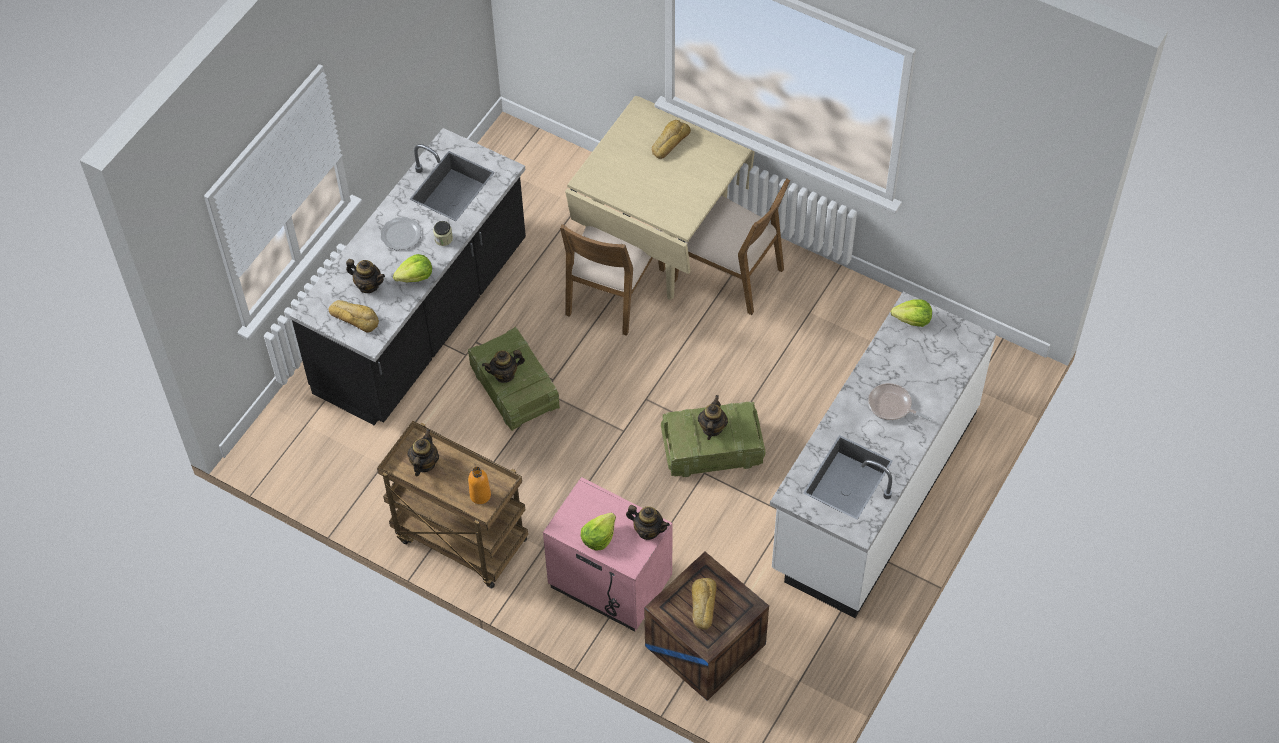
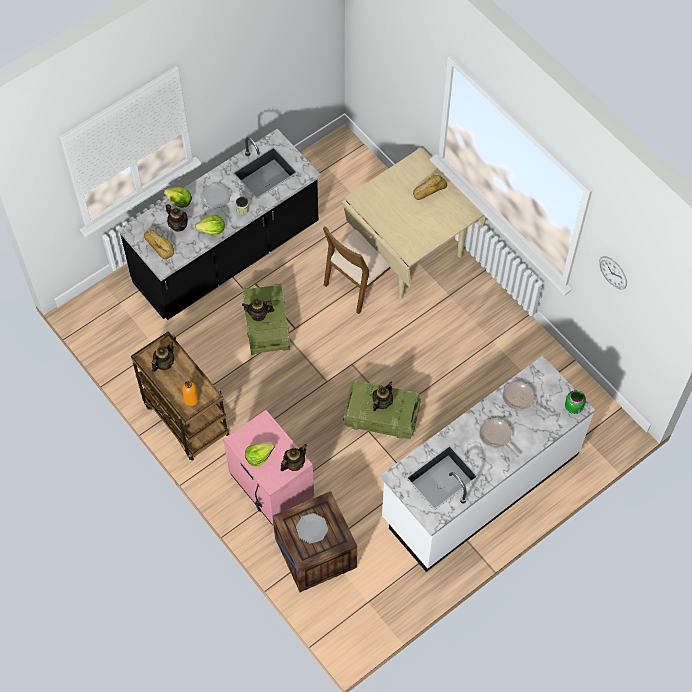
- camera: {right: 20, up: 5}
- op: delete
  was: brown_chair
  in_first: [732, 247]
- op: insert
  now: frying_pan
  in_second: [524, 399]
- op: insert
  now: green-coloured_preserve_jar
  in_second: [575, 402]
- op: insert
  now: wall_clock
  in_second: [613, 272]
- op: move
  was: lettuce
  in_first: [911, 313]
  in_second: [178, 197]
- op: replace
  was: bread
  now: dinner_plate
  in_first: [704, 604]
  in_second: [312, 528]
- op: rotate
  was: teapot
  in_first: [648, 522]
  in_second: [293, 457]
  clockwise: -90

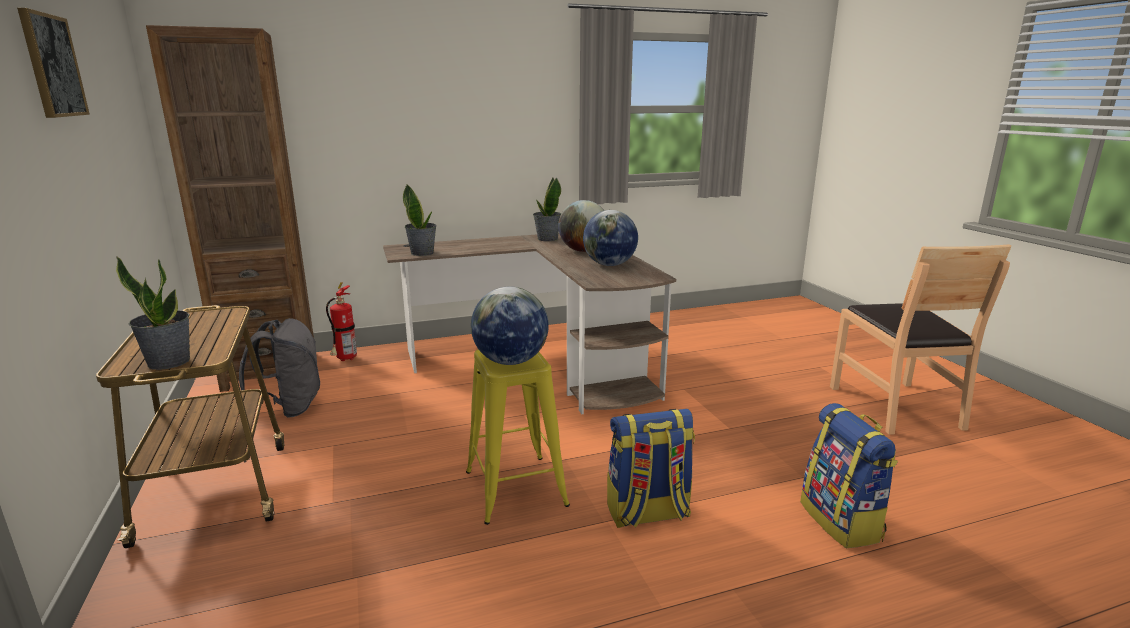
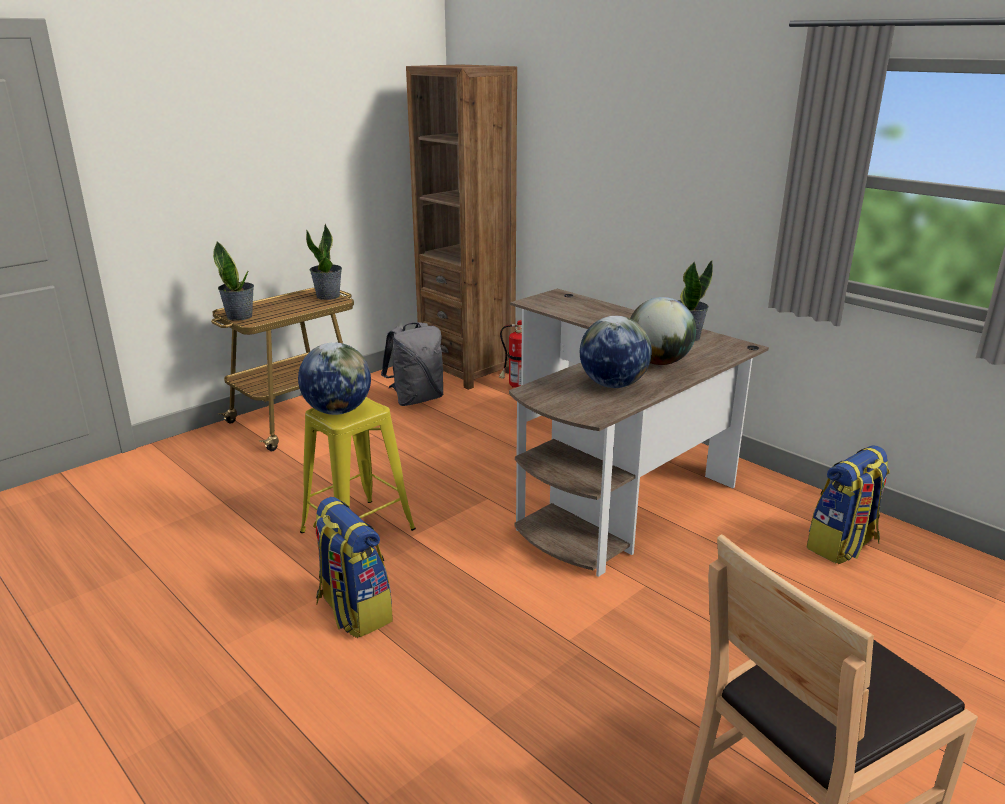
- camera: {right: 65, up: 5}
- op: delete
  was: wall_picture
  in_first: [53, 63]
- op: move
  was: plant_in_a_pot
  in_first: [420, 220]
  in_second: [324, 262]
- op: move
  was: backpack
  in_first: [849, 475]
  in_second: [848, 504]

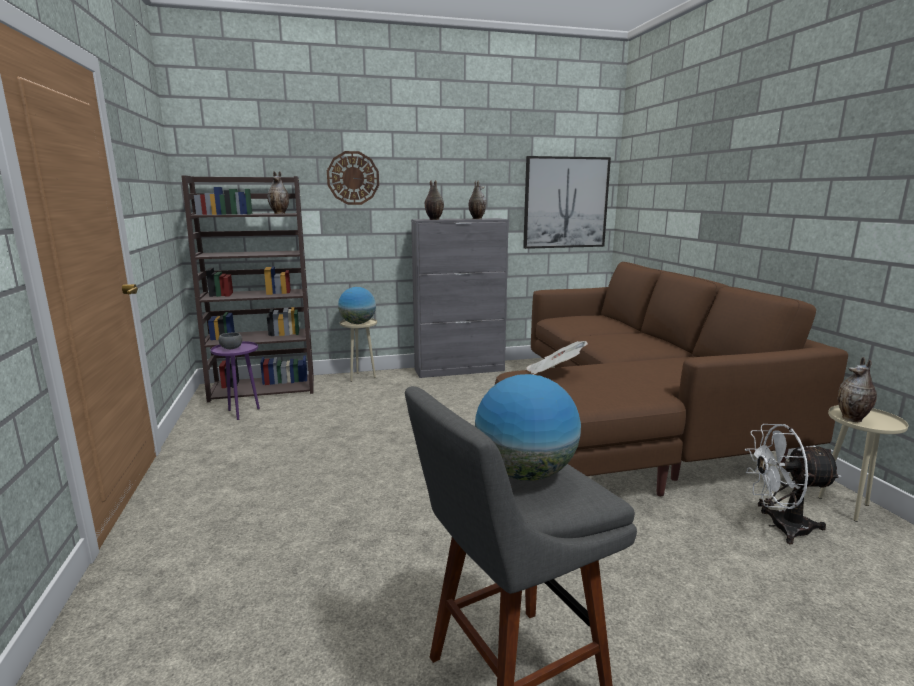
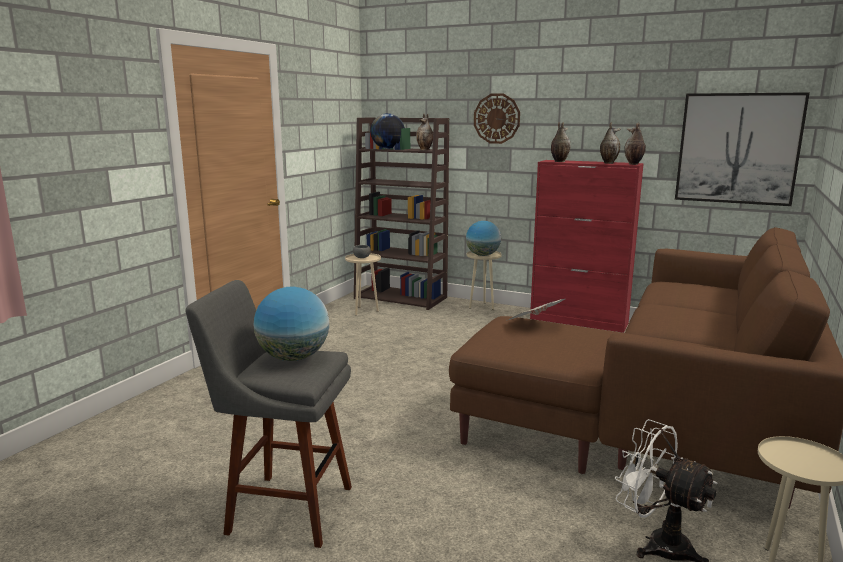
- camera: {right: 40, up: 0}
- op: insert
  now: globe
  in_second: [387, 131]
- op: move
  was: vase
  in_first: [857, 389]
  in_second: [635, 144]
- op: recolor
  was: purple-coloured_end_table
  now: sand-coloured_end_table
  in_first: [235, 380]
  in_second: [363, 284]
- op: recolor
  was: greyish_storage_cabinet
  now: red-coloured_storage_cabinet
  in_first: [460, 298]
  in_second: [587, 246]

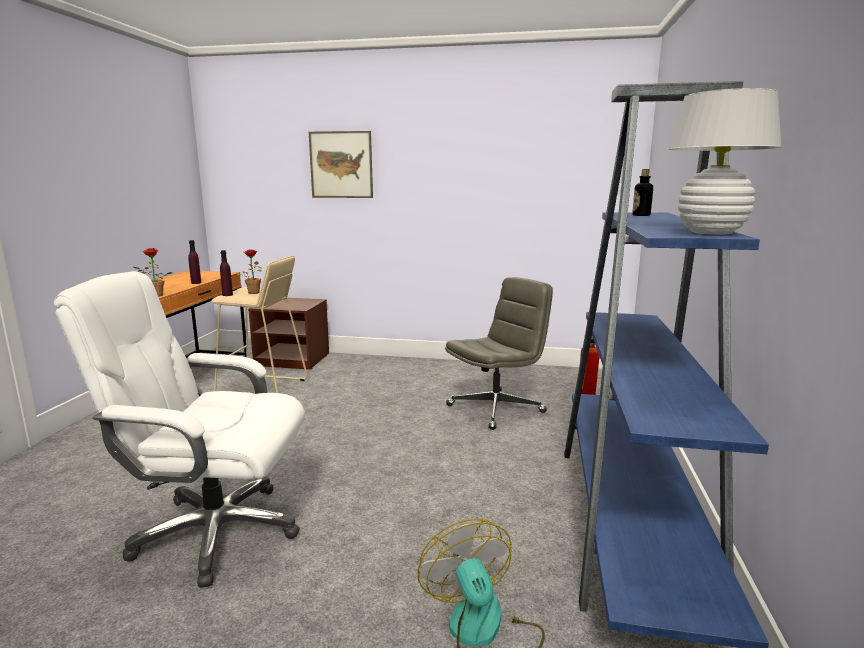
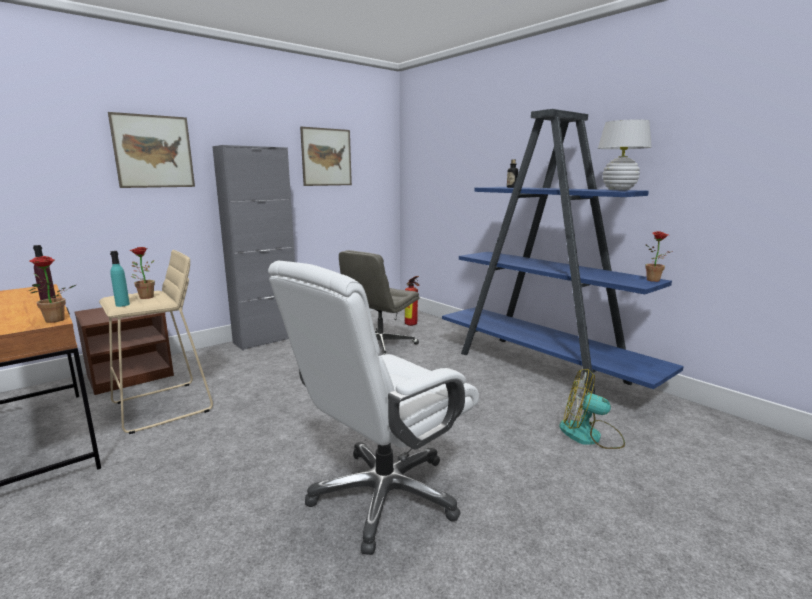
- camera: {right: -50, up: 0}
- op: insert
  now: greyish_storage_cabinet
  in_second: [253, 247]
- op: insert
  now: wall_picture
  in_second: [326, 156]
- op: insert
  now: plant_in_a_pot
  in_second: [658, 256]
- op: recolor
  was: purple-coloured_drink_bottle
  now: blue-green_drink_bottle
  in_first: [226, 273]
  in_second: [120, 279]
- op: rotate
  was: greyish_computer_chair
  in_first: [499, 353]
  in_second: [379, 302]
  clockwise: -150

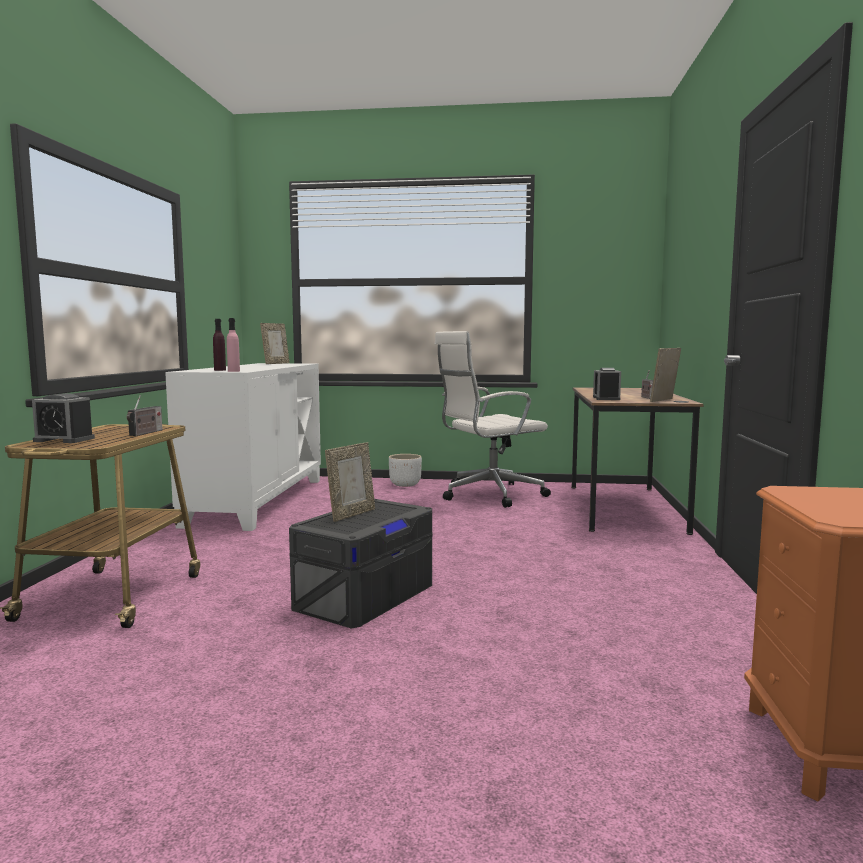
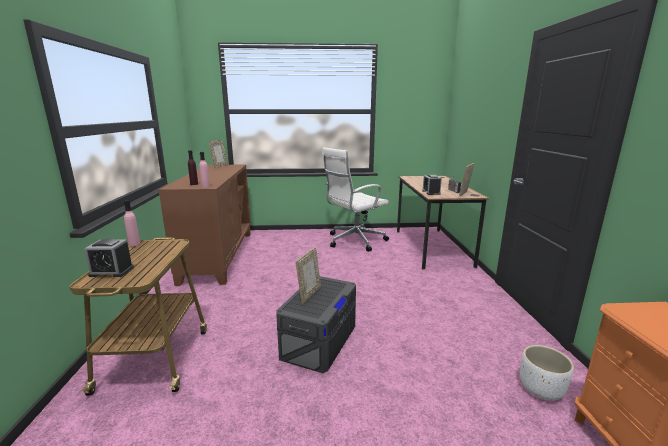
- camera: {right: -10, up: 10}
- op: delete
  was: radio_set
  in_first: [145, 415]
- op: insert
  now: pink-coloured_drink_bottle
  in_second: [132, 223]
- op: move
  was: white-coloured_flower_pot
  in_first: [405, 470]
  in_second: [547, 372]
- op: recolor
  was: white-coloured_storage_cabinet
  now: brown_storage_cabinet
  in_first: [243, 447]
  in_second: [205, 225]

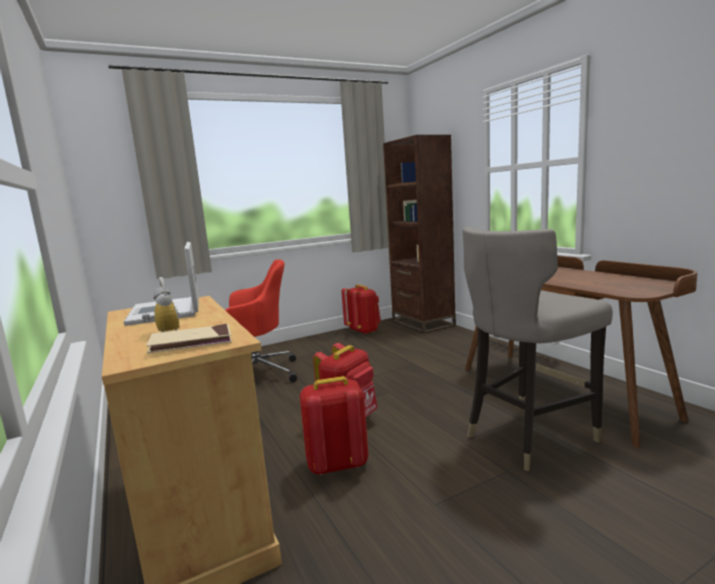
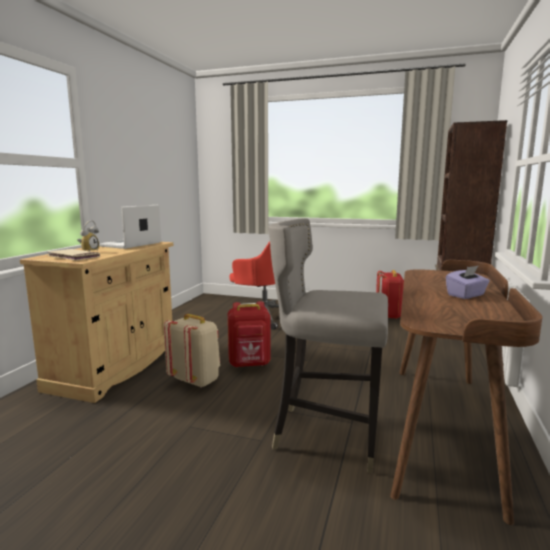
- camera: {right: 45, up: 0}
- op: insert
  now: purple-coloured_tissue_holder
  in_second: [468, 282]
- op: recolor
  was: red-coloured_backpack
  now: sand-coloured_backpack
  in_first: [334, 425]
  in_second: [192, 351]

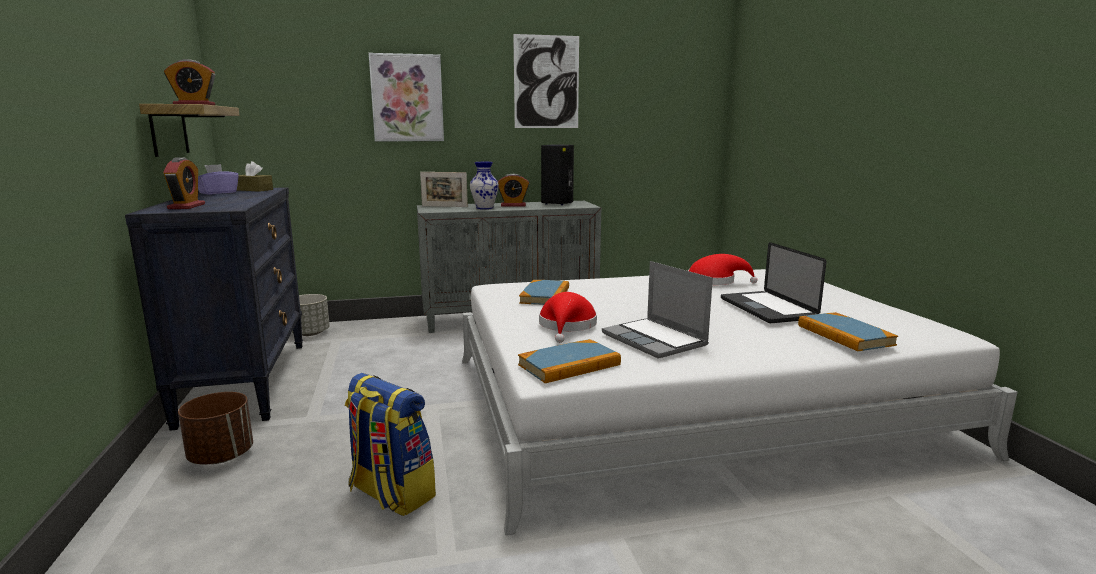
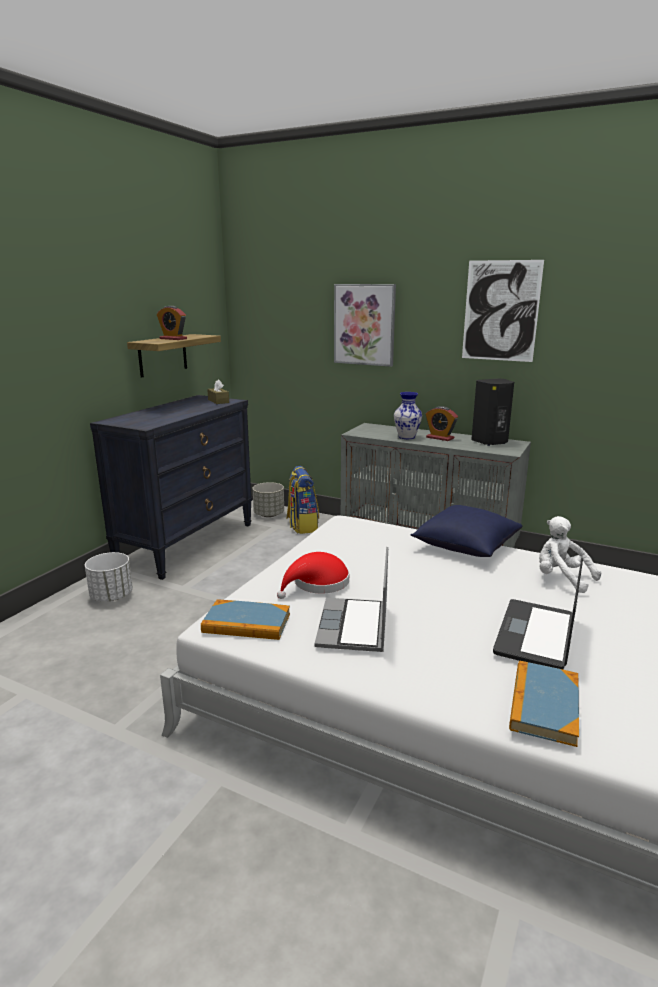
- camera: {right: 40, up: 5}
- op: delete
  was: alarm_clock
  in_first: [184, 183]
- op: delete
  was: purple-coloured_tissue_holder
  in_first: [218, 179]
- op: delete
  was: picture_frame
  in_first: [444, 189]
- op: delete
  was: book
  in_first: [544, 292]
- op: insert
  now: bluish_throw_pillow
  in_second: [466, 531]
- op: move
  was: backpack
  in_first: [390, 444]
  in_second: [303, 500]
- op: replace
  was: red-coloured_hat
  now: white-coloured_plush_toy
  in_first: [722, 269]
  in_second: [570, 554]
- op: recolor
  was: brown_flower_pot
  now: white-coloured_flower_pot
  in_first: [215, 428]
  in_second: [109, 576]

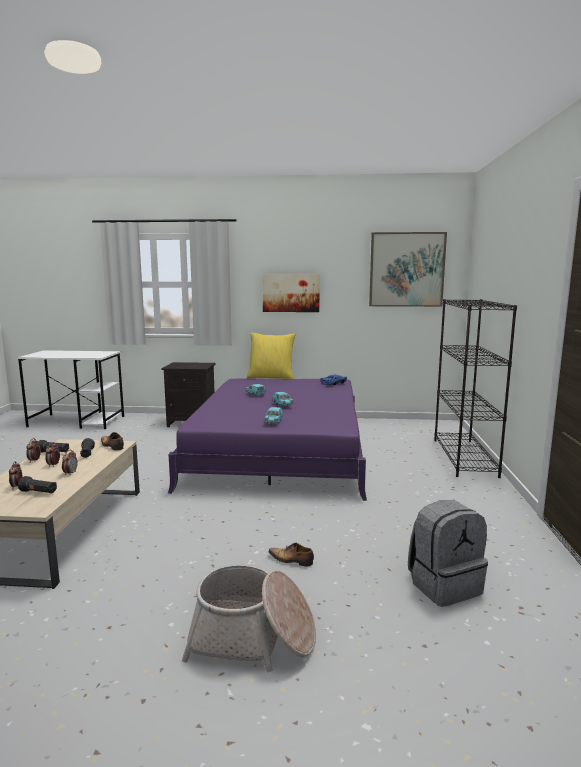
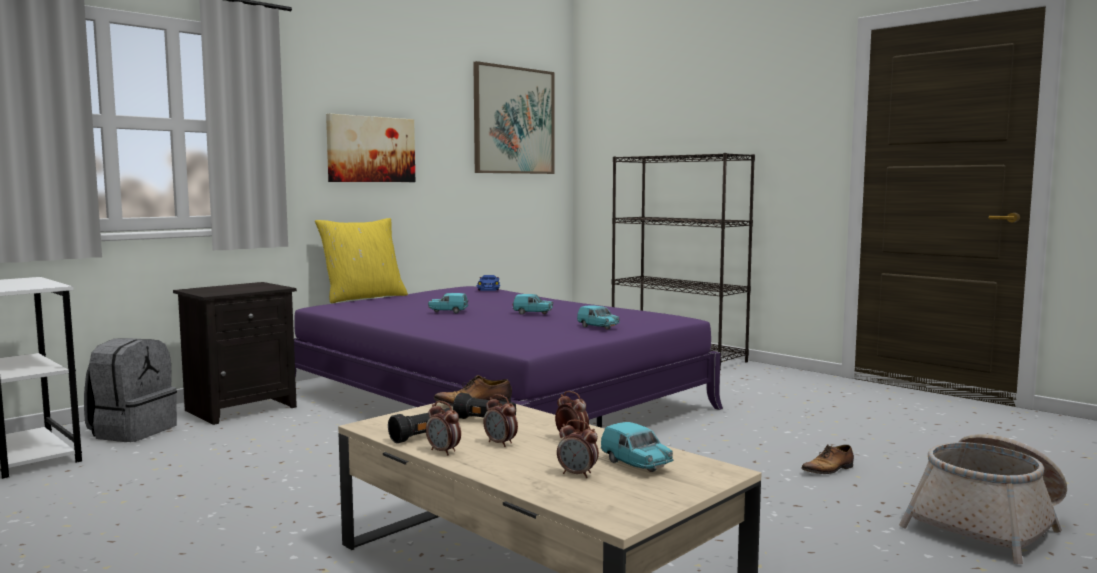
- camera: {right: -50, up: -5}
- op: move
  was: greyish_backpack
  in_first: [448, 553]
  in_second: [130, 390]
- op: replace
  was: black-coloured_torch
  now: blue-green_model_car
  in_first: [37, 484]
  in_second: [637, 447]

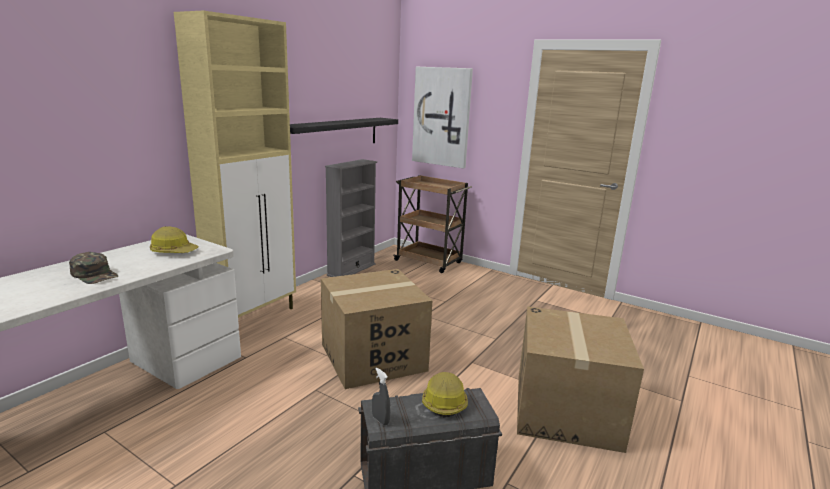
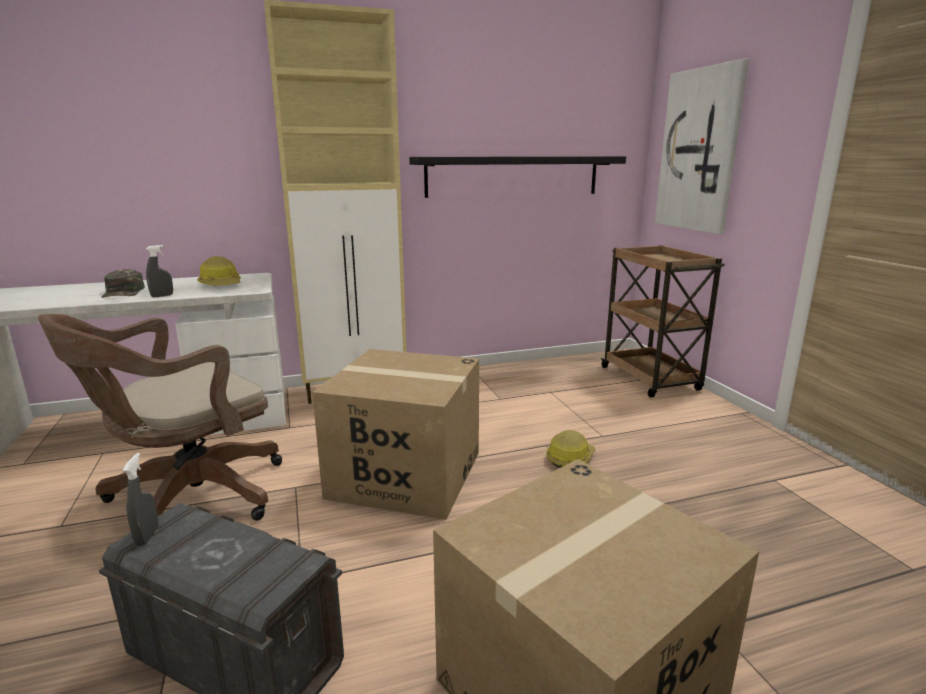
- camera: {right: 40, up: 0}
- op: delete
  was: greyish_shelving_unit
  in_first: [351, 218]
- op: insert
  now: brown_computer_chair
  in_second: [160, 417]
- op: insert
  now: greyish_spray_bottle
  in_second: [159, 271]
- op: move
  was: safety_helmet
  in_first: [445, 394]
  in_second: [571, 449]

